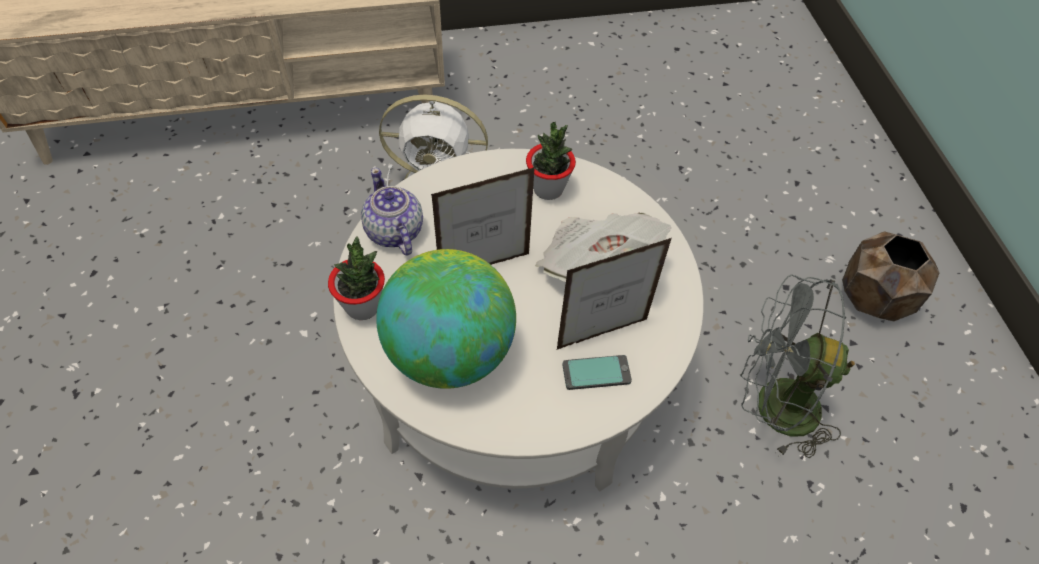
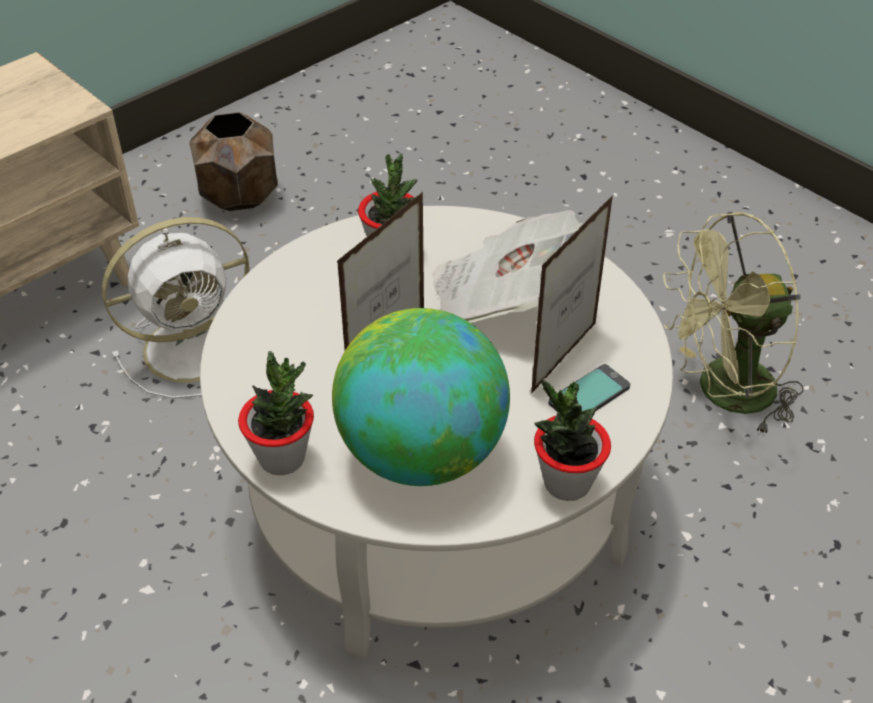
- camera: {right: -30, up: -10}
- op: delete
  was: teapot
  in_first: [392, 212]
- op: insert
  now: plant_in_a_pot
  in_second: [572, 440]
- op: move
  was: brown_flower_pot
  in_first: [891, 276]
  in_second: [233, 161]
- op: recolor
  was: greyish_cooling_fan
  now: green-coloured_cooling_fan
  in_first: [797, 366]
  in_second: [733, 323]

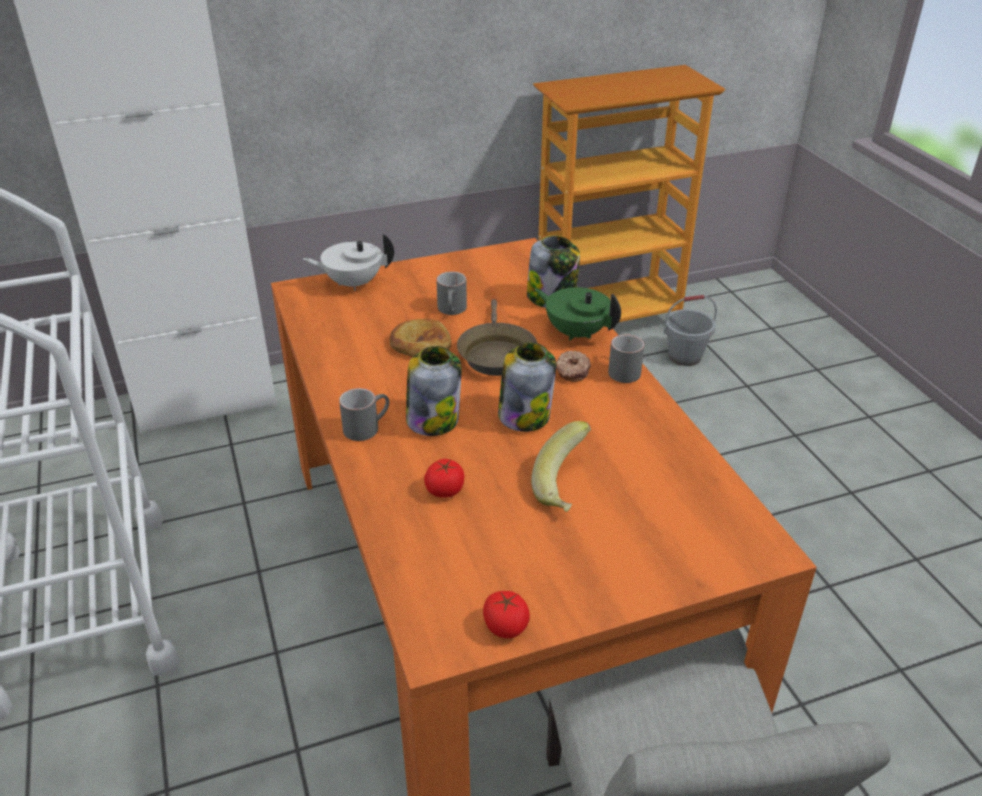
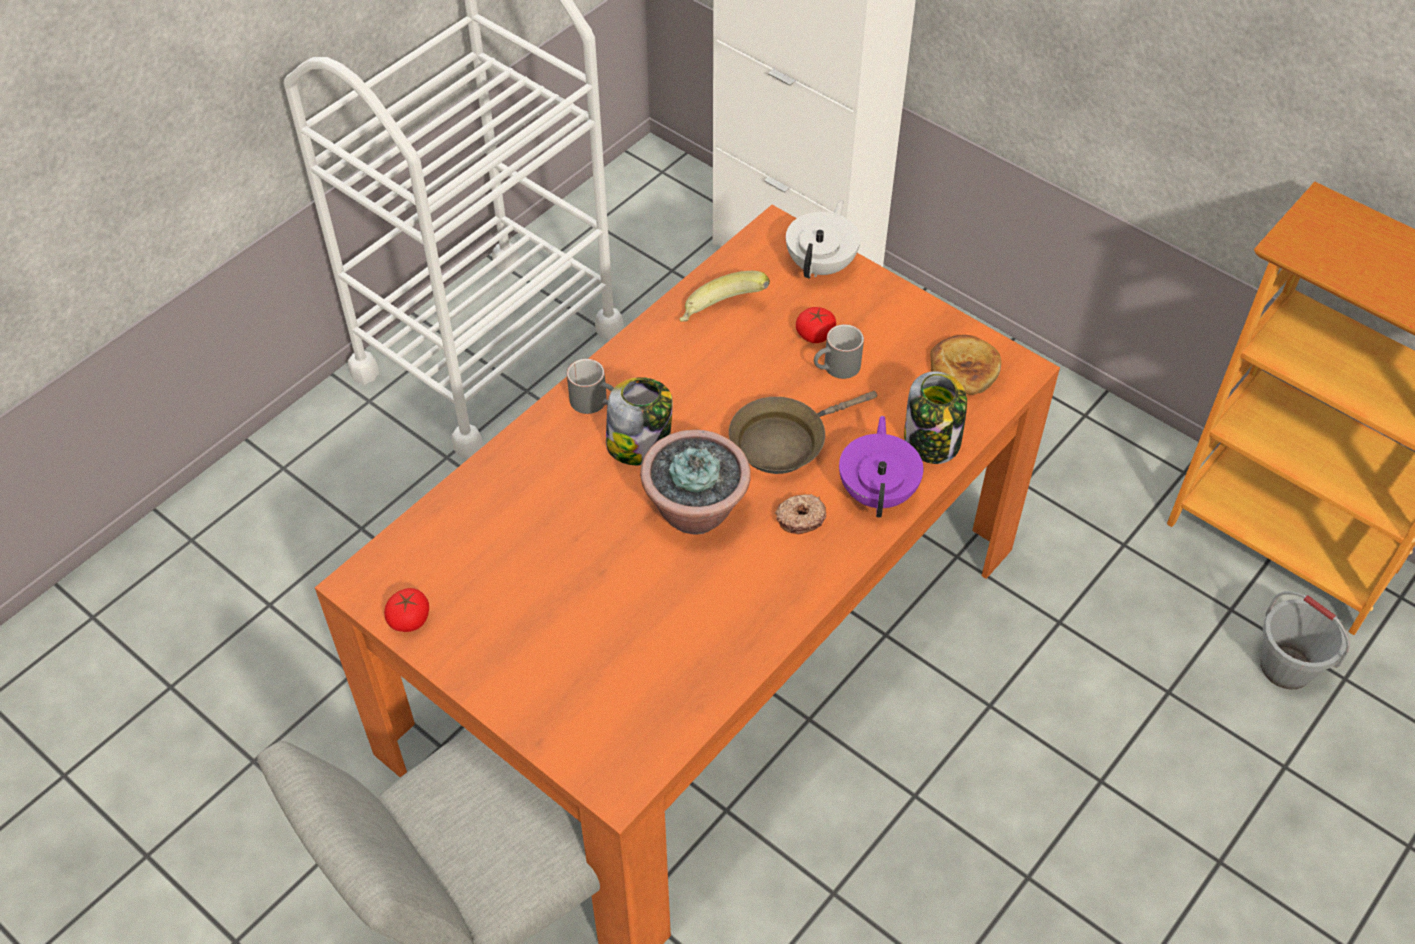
- camera: {right: 60, up: 15}
- op: delete
  was: greyish_coffee_mug
  in_first: [626, 358]
- op: move
  was: bread
  in_first: [420, 338]
  in_second: [965, 365]
- op: move
  was: fresh_tomato
  in_first: [444, 478]
  in_second: [816, 325]
- op: move
  was: banana
  in_first: [561, 466]
  in_second: [724, 296]
- op: replace
  was: preserve_jar
  now: plant_in_a_pot
  in_first: [527, 387]
  in_second: [695, 482]
- op: recolor
  was: green-coloured_teapot
  now: purple-coloured_teapot
  in_first: [578, 314]
  in_second: [881, 467]
- op: rotate
  was: white-coloured_teapot
  in_first: [348, 262]
  in_second: [823, 239]
  clockwise: 60

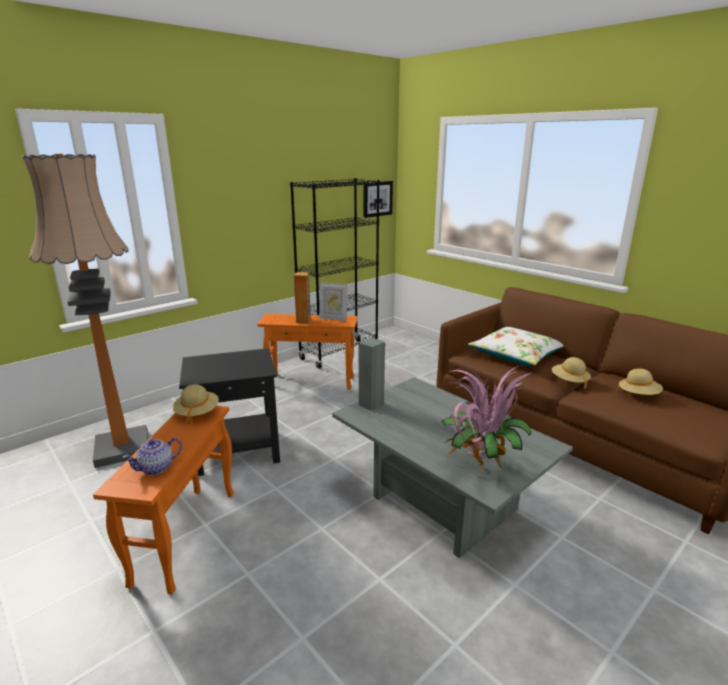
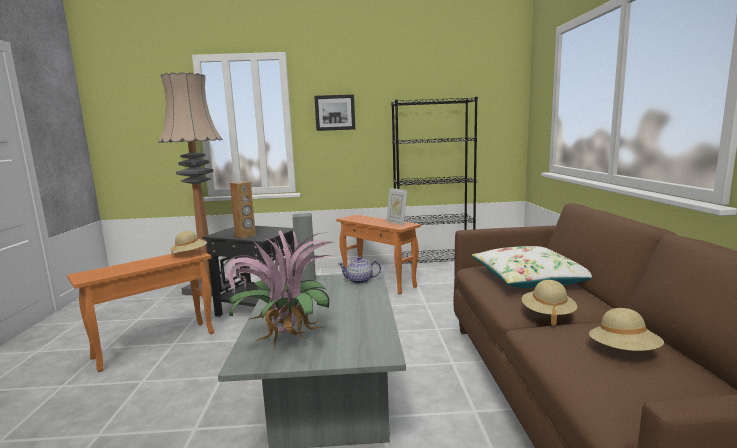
- camera: {right: 40, up: -10}
- op: move
  was: teapot
  in_first: [152, 456]
  in_second: [359, 270]
- op: move
  was: brown_audio_speaker
  in_first: [302, 297]
  in_second: [243, 209]
- op: move
  was: wall_picture
  in_first: [378, 199]
  in_second: [334, 112]

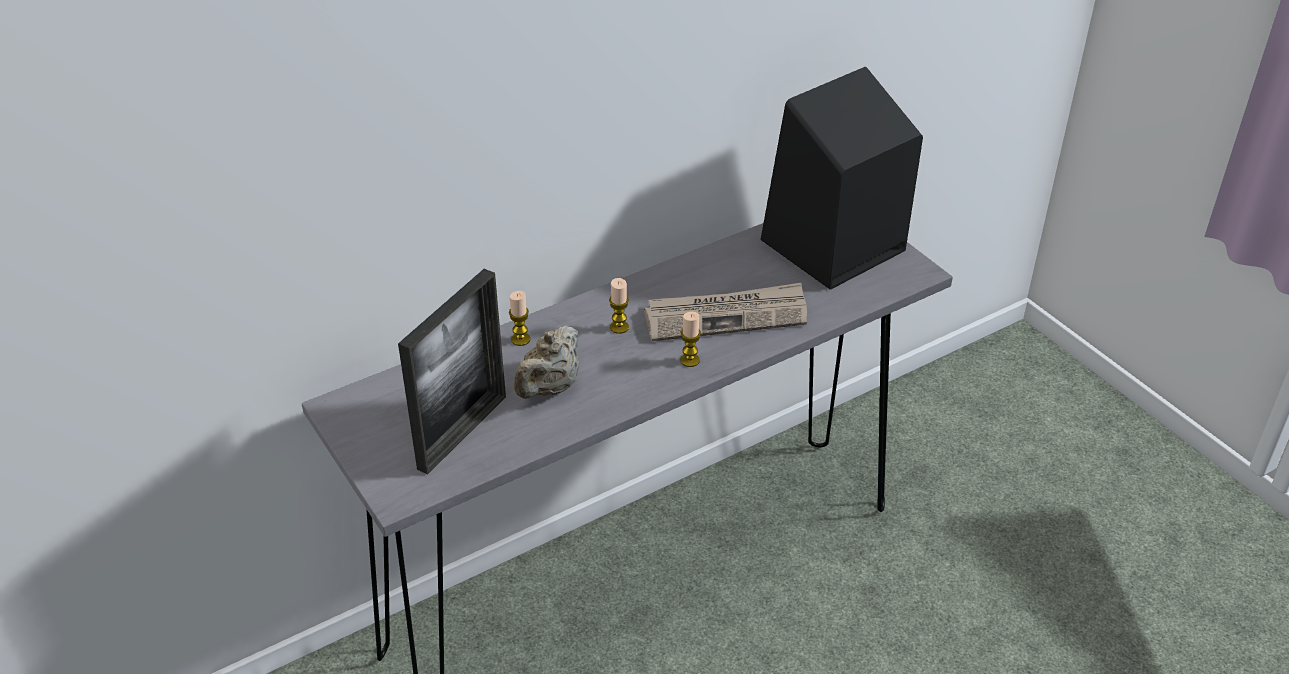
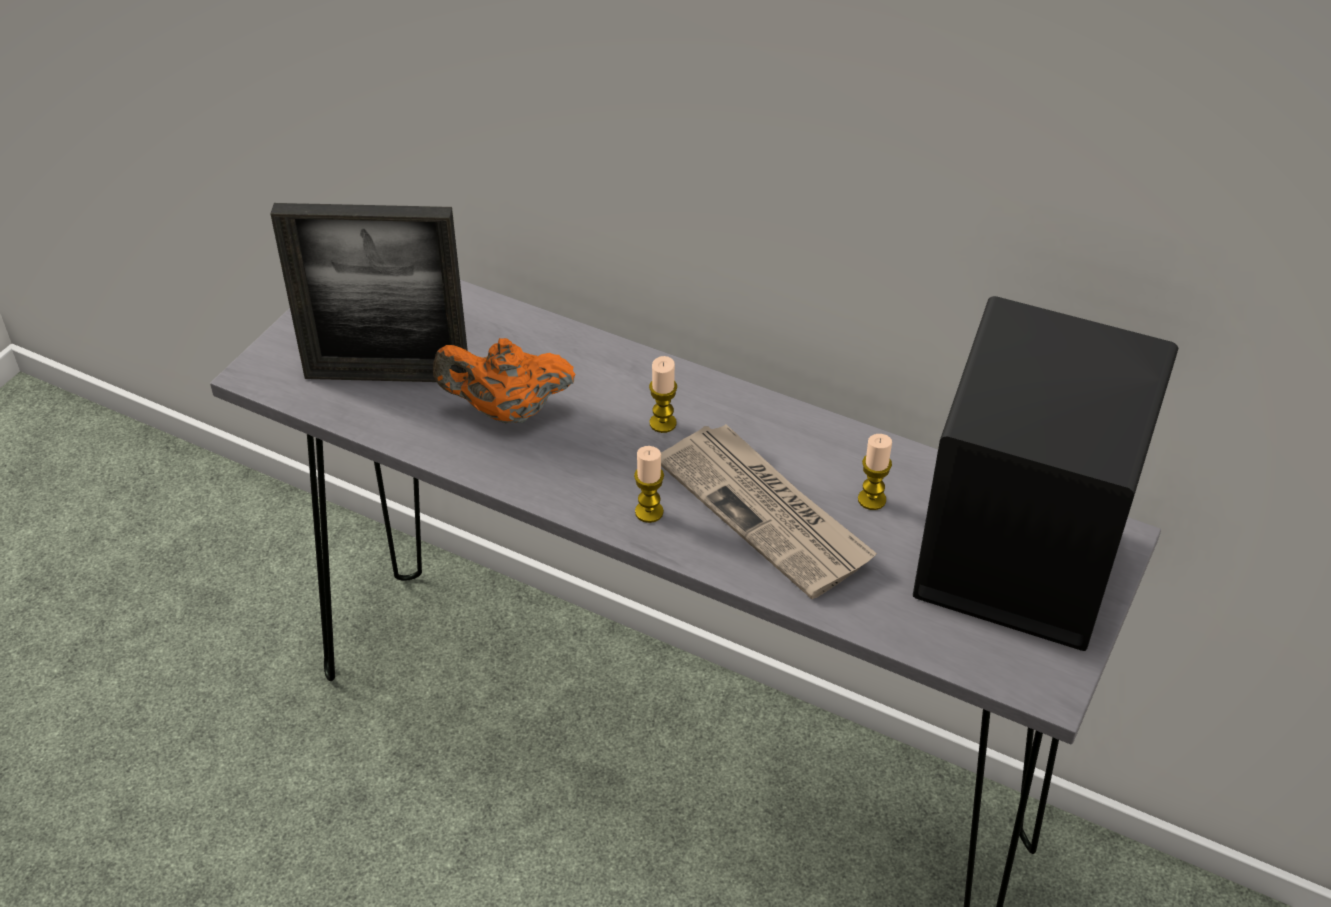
- camera: {right: 60, up: 5}
- op: move
  was: wax_light
  in_first: [520, 318]
  in_second: [875, 472]
- op: recolor
  was: sand-coloured_teapot
  now: orange-coloured_teapot
  in_first: [546, 362]
  in_second: [504, 380]

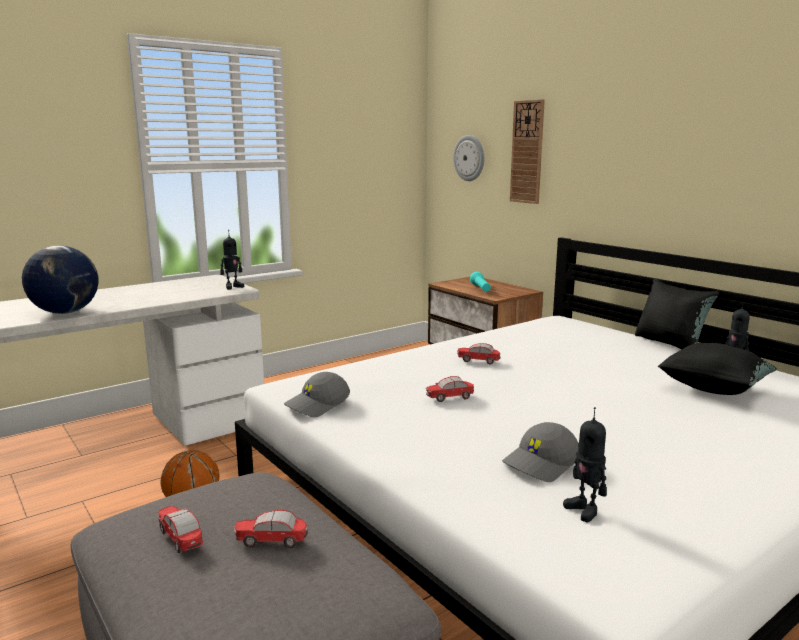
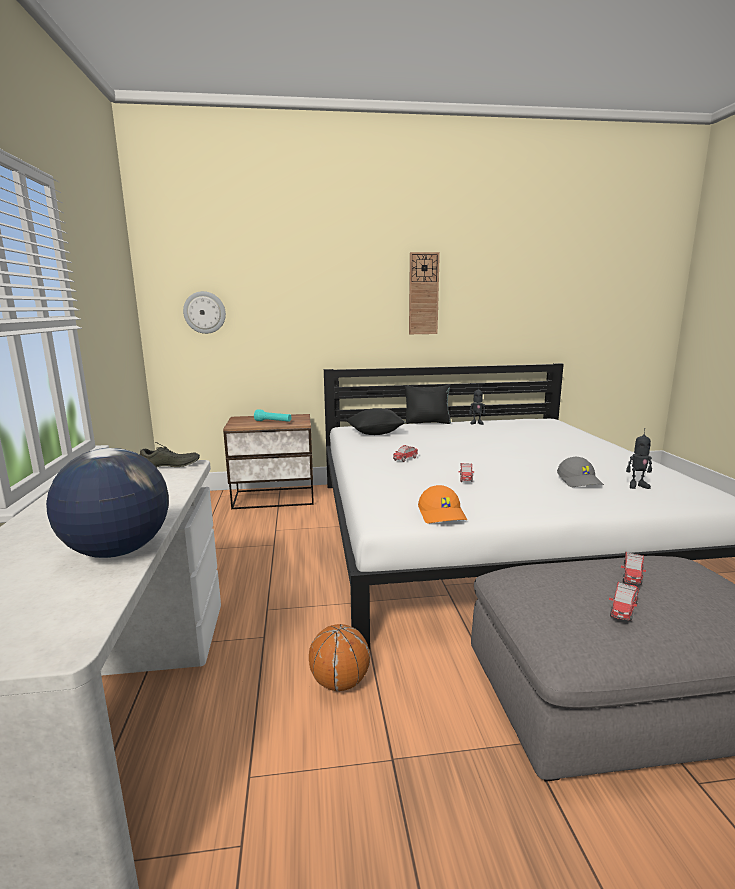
- camera: {right: -60, up: 0}
- op: move
  was: wall_clock
  in_first: [527, 151]
  in_second: [424, 293]
- op: move
  was: black-coloured_throw_pillow
  in_first: [717, 369]
  in_second: [375, 421]
- op: replace
  was: robot_figure
  now: greyish_shoe
  in_first: [232, 260]
  in_second: [170, 455]
- op: recolor
  was: greyish_peaked_cap
  now: orange-coloured_peaked_cap
  in_first: [317, 395]
  in_second: [442, 504]
- op: rotate
  was: model_car
  in_first: [181, 529]
  in_second: [624, 601]
  clockwise: -45

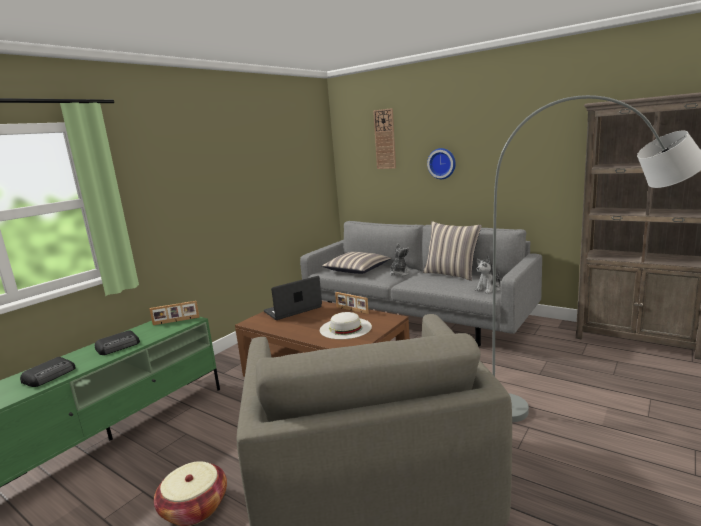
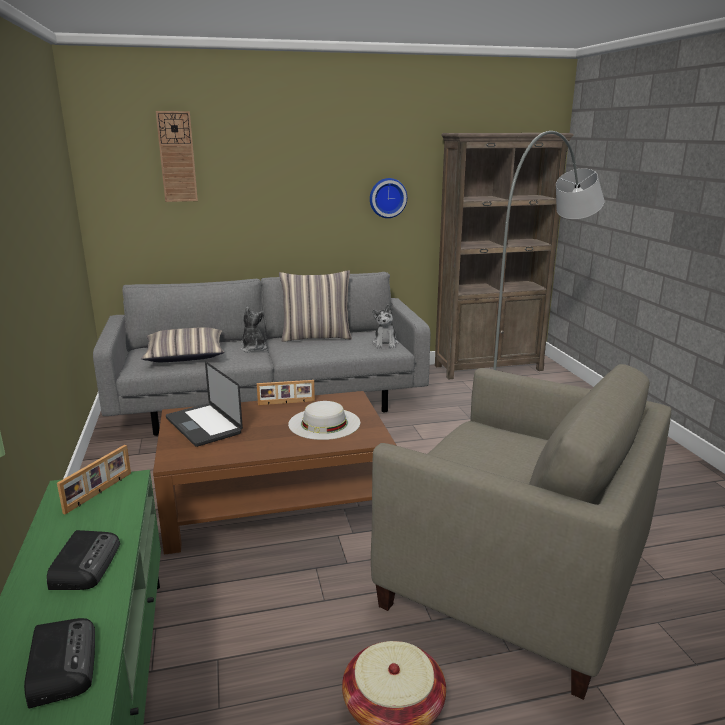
- camera: {right: -50, up: 5}
- op: move
  was: wall_clock
  in_first: [441, 163]
  in_second: [388, 198]
- op: rotate
  was: portable_computer
  in_first: [293, 298]
  in_second: [204, 404]
  clockwise: -45

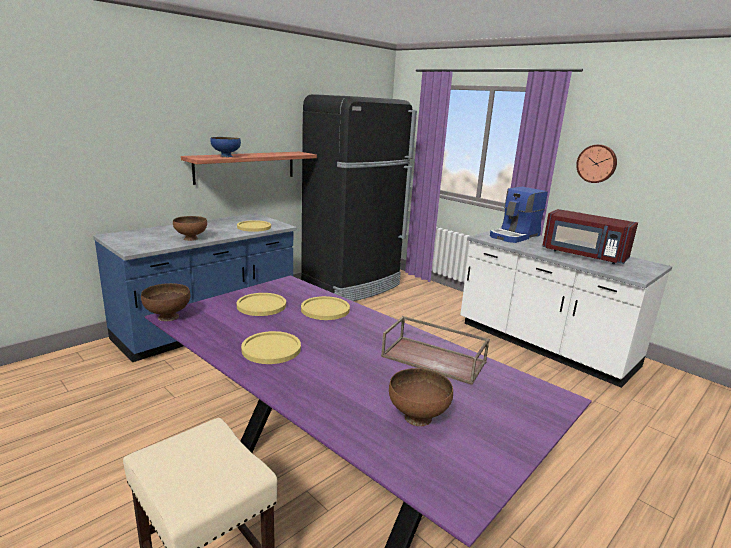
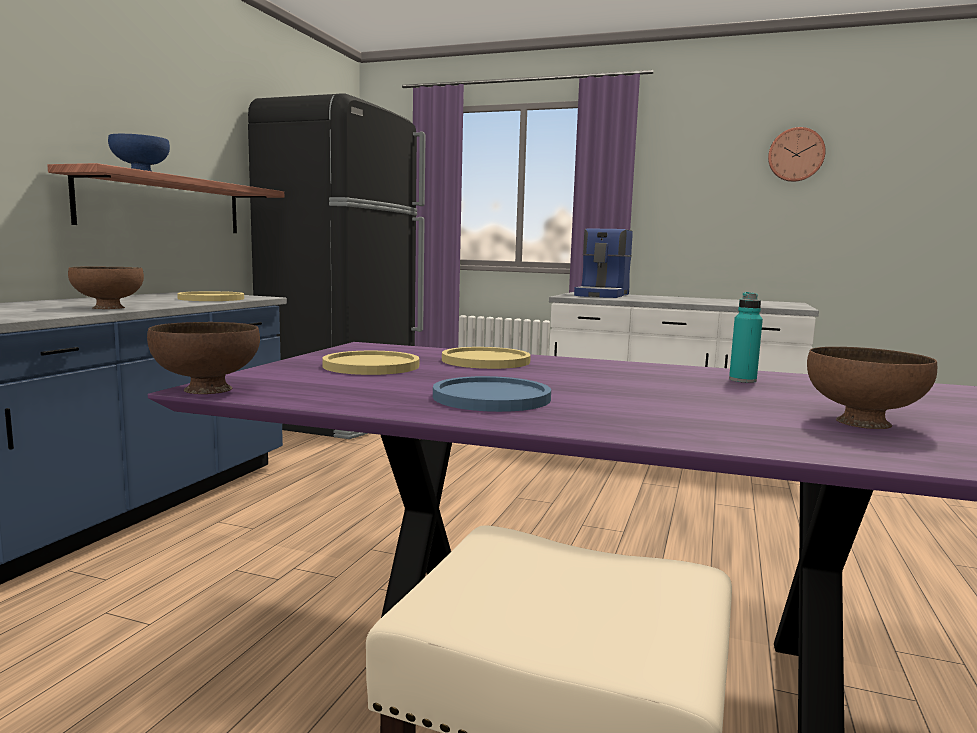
- camera: {right: -25, up: -10}
- op: delete
  was: red-coloured_kitchen_microwave
  in_first: [590, 236]
- op: move
  was: wall_clock
  in_first: [596, 163]
  in_second: [797, 154]
- op: replace
  was: brown_carrying_tray
  now: blue-green_drink_bottle
  in_first: [435, 350]
  in_second: [746, 337]
- op: recolor
  was: yellow_dinner_plate
  now: bluish_dinner_plate
  in_first: [271, 347]
  in_second: [492, 394]

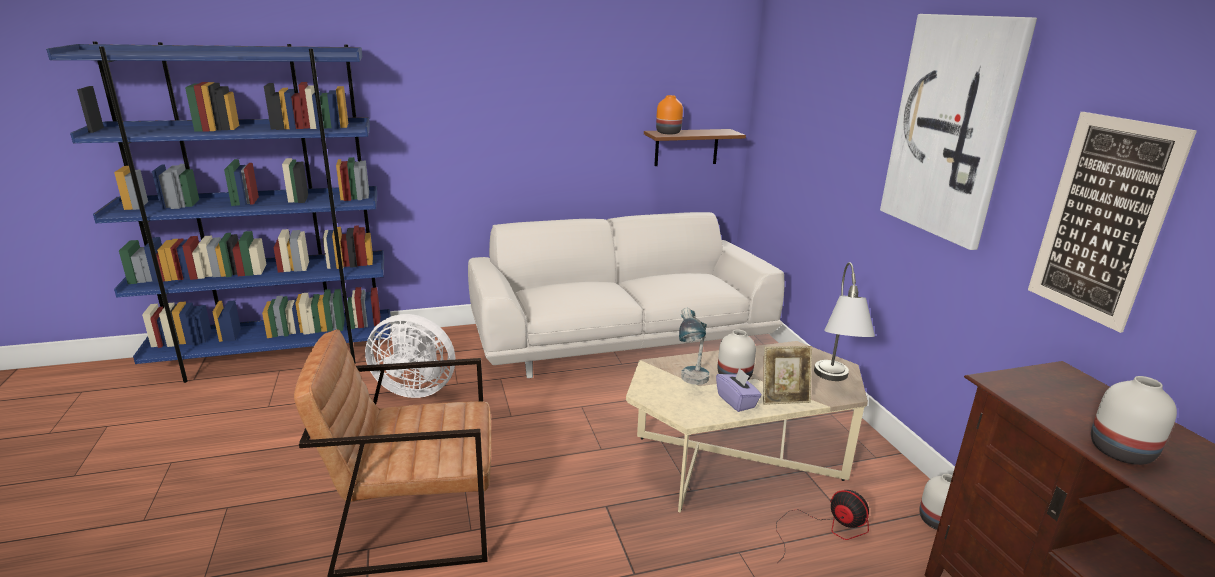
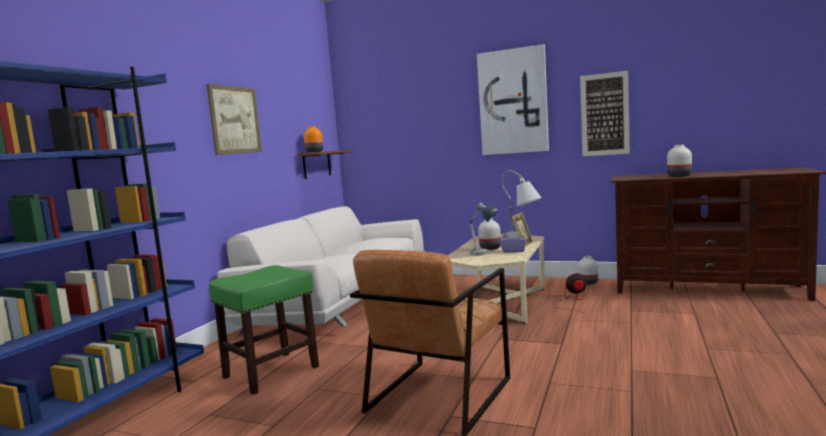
- camera: {right: -50, up: -15}
- op: insert
  now: wall_picture
  in_second: [234, 119]
- op: replace
  was: white-coloured_cooling_fan
  now: green-coloured_sitting_stool
  in_first: [410, 356]
  in_second: [264, 330]

